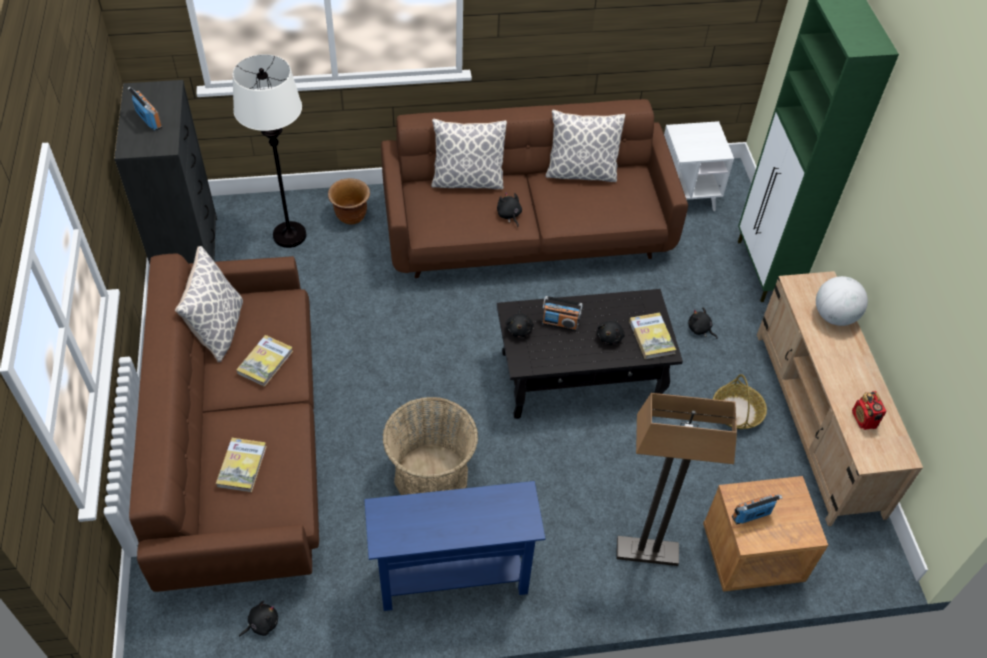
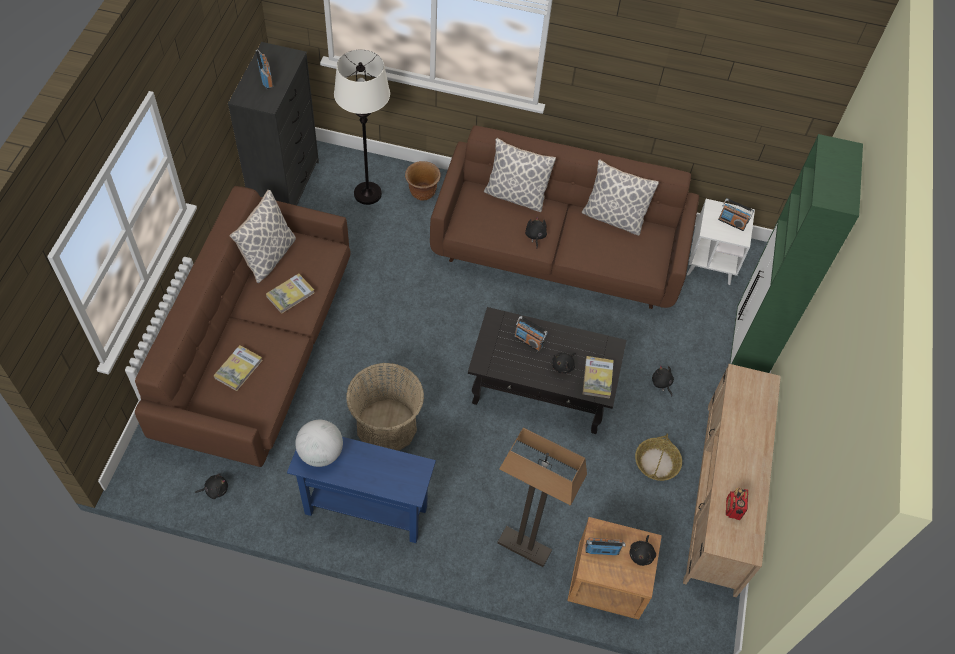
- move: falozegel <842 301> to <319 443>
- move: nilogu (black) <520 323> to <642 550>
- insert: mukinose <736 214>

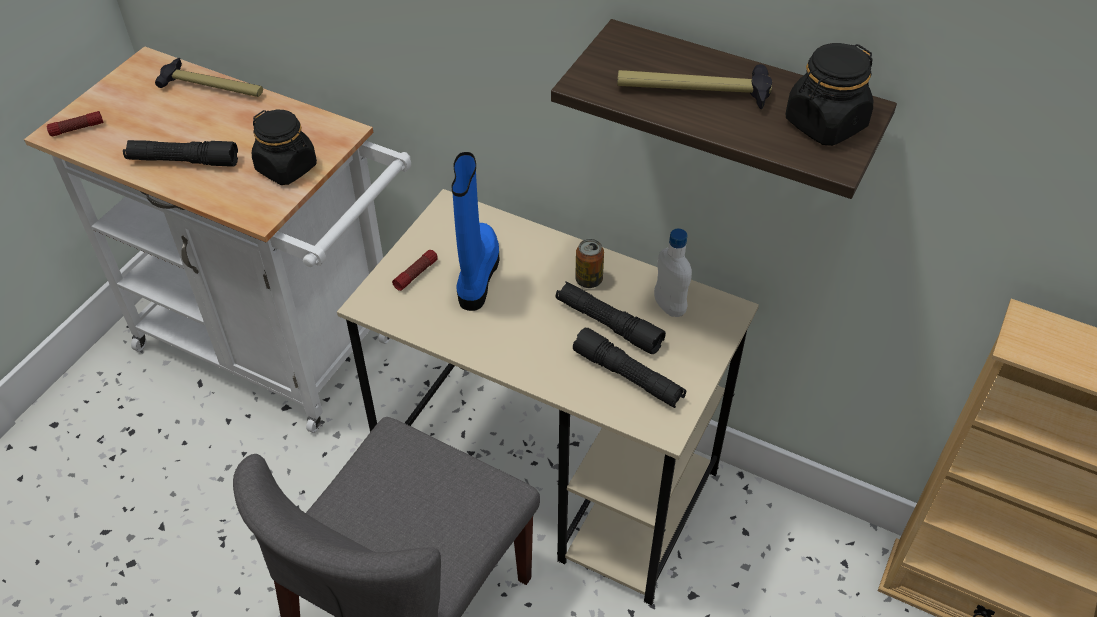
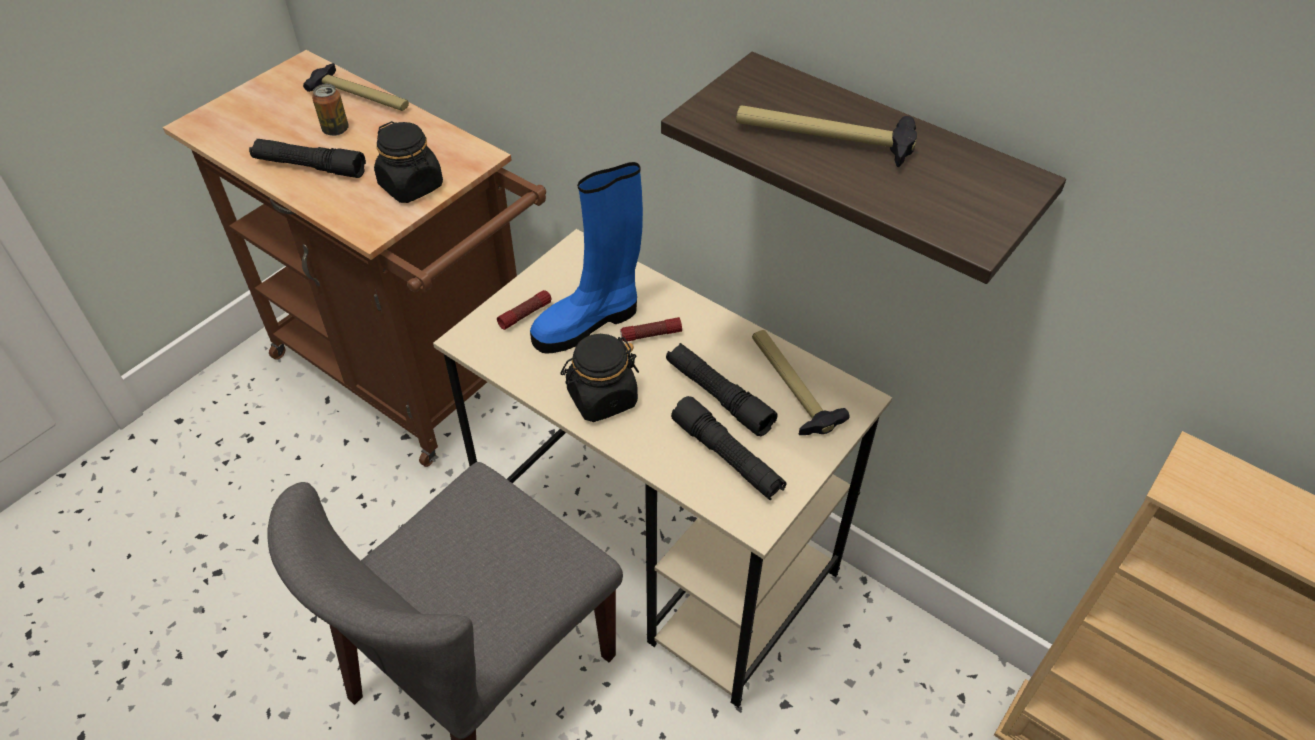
- recolor: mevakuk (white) <217 239> to mevakuk (brown) <354 258>
- move: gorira <589 263> to <330 110>
- rotate: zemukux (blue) <475 231> = <586 258> 135 degrees counterclockwise
- move: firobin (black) <829 94> to <599 378>
- move: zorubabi <74 124> to <651 329>
- replace: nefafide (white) <673 273> to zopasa <801 382>

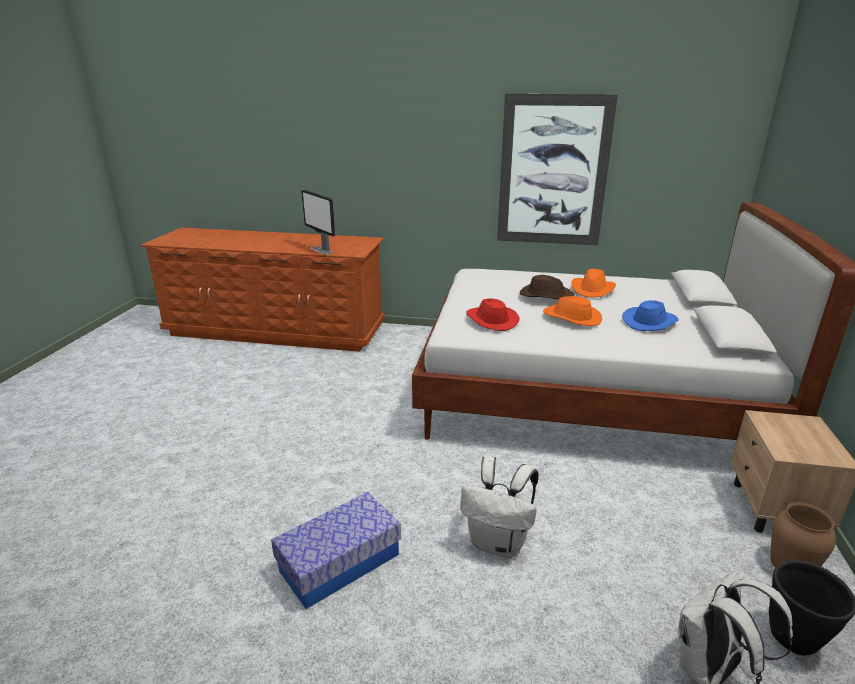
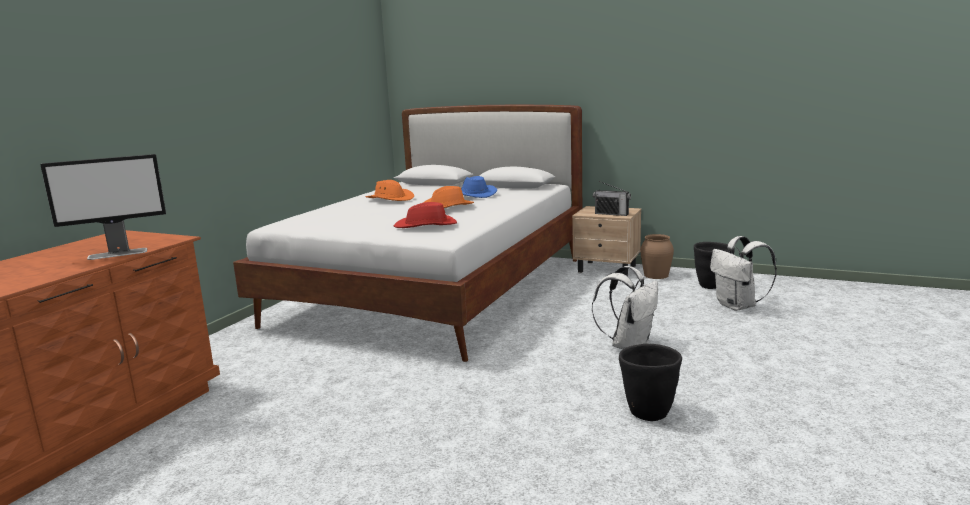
- insert: mukinose <612 198>
- replace: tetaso <336 550> to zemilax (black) <650 382>
- delete: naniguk <557 169>
- delete: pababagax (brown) <547 287>

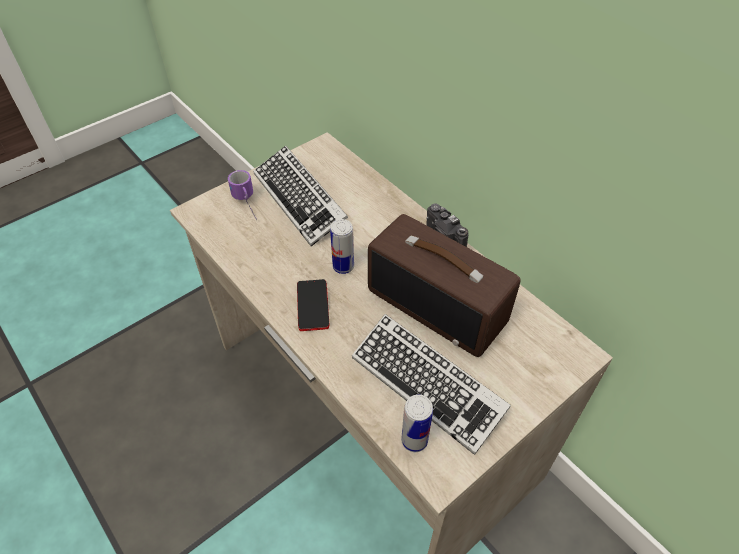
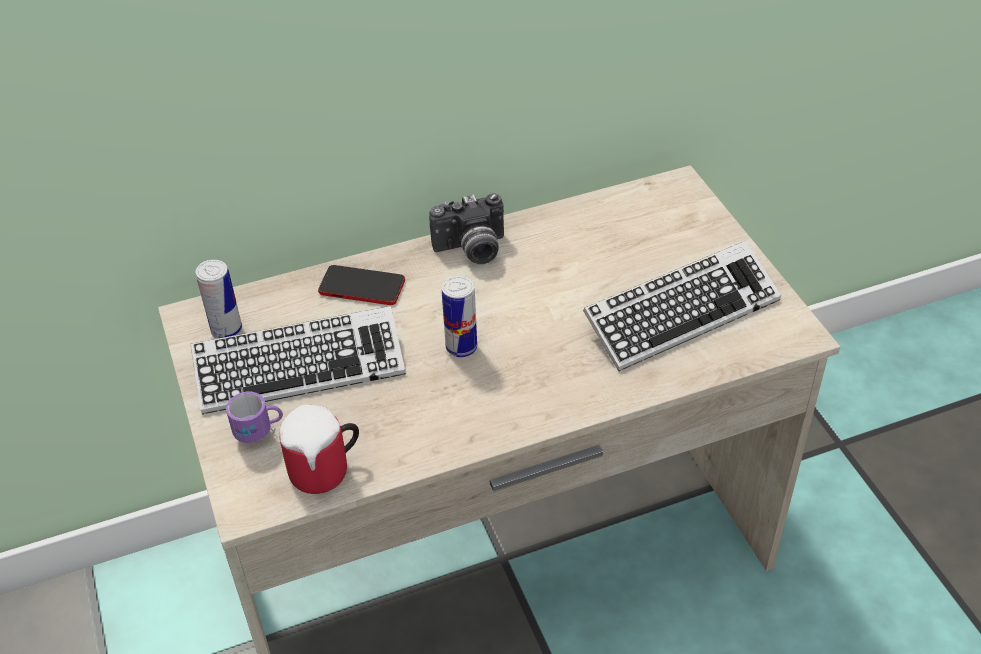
- move: gorira <417 423> to <218 299>
- insert: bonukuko <319 449>
- move: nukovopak <313 305> to <361 285>
- delete: mukinose <444 285>

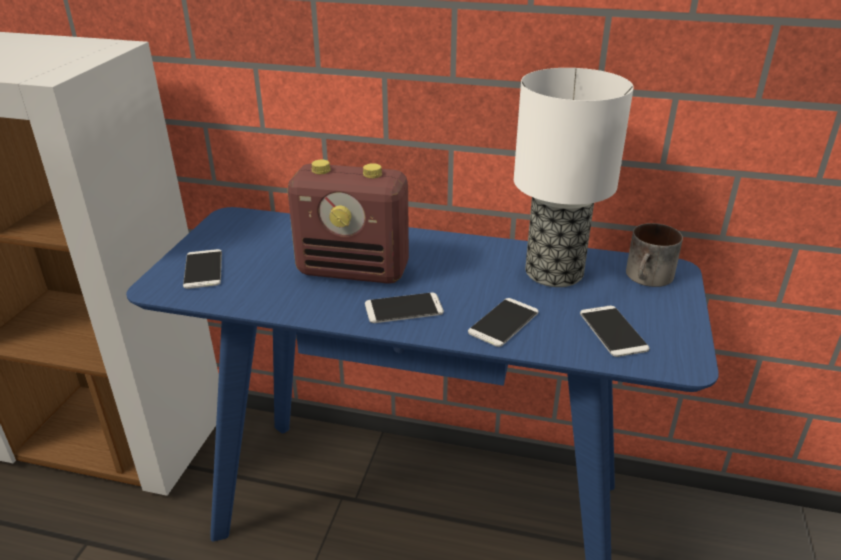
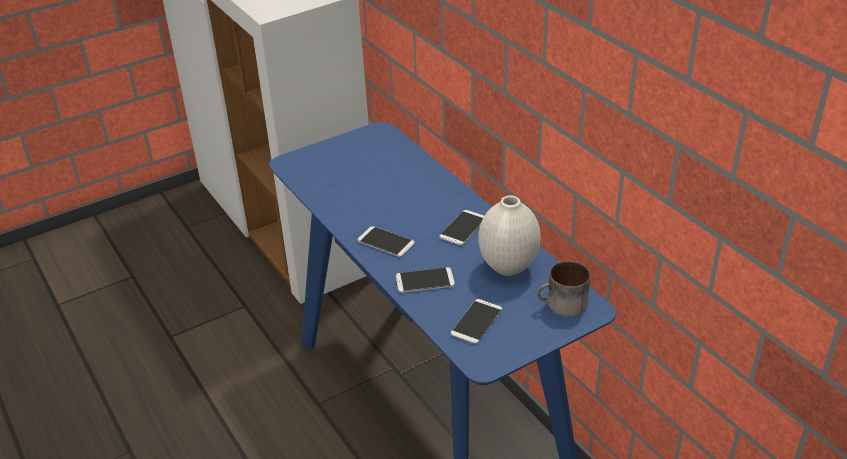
- move: nukovopak <202 269> to <462 227>
- replace: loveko <574 177> to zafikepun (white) <510 235>
- delete: mukinose <348 222>

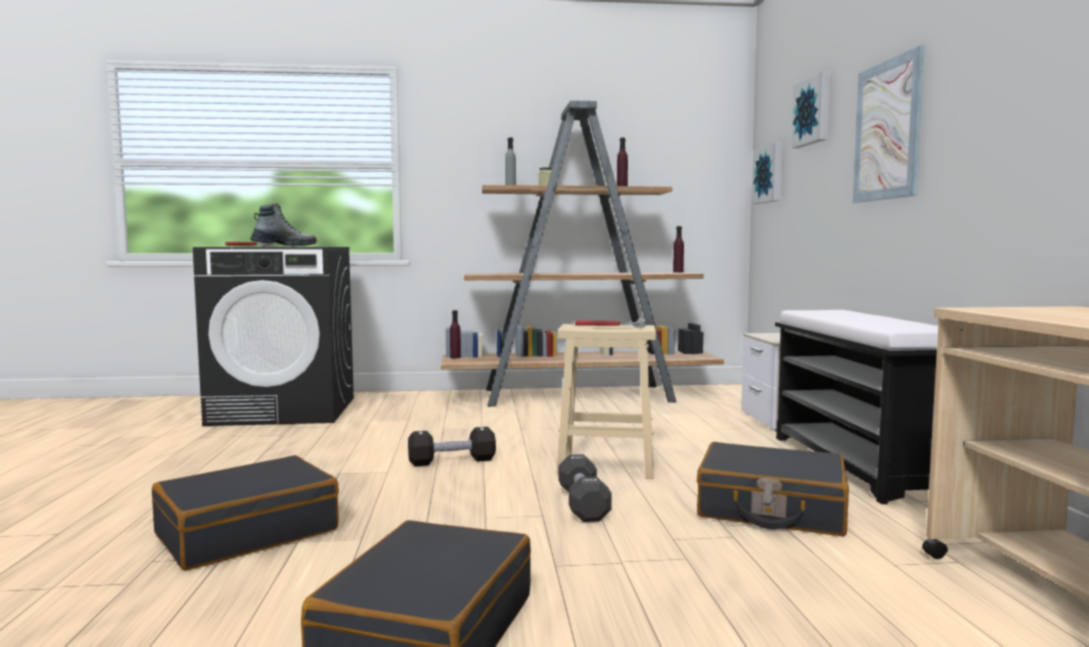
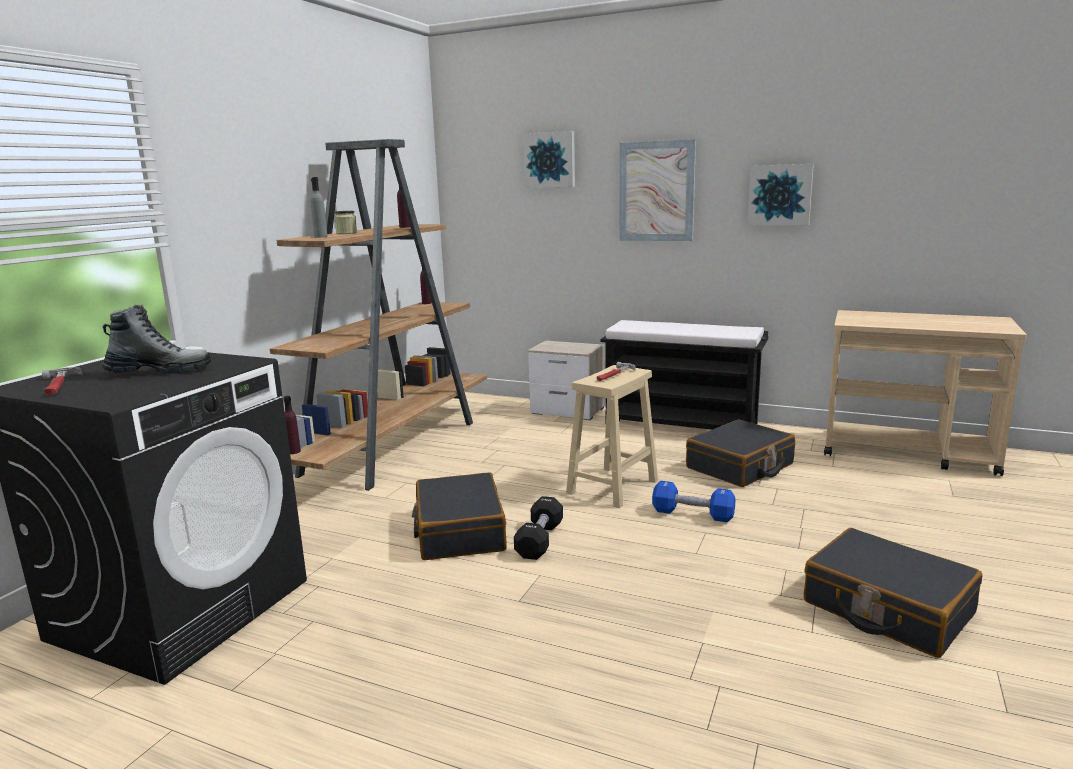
- rotate: zemukux <283 225> = <156 339> 75 degrees clockwise
- move: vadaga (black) <245 512> to <459 516>
- recolor: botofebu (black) <585 488> to botofebu (blue) <694 501>
- move: naniguk <767 173> to <781 195>

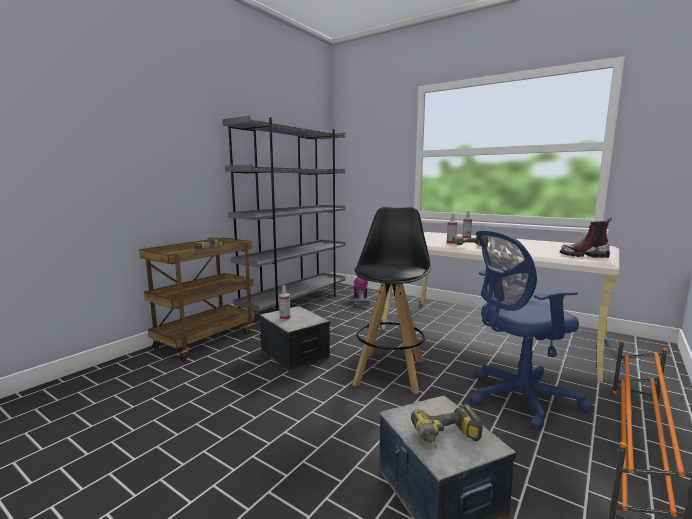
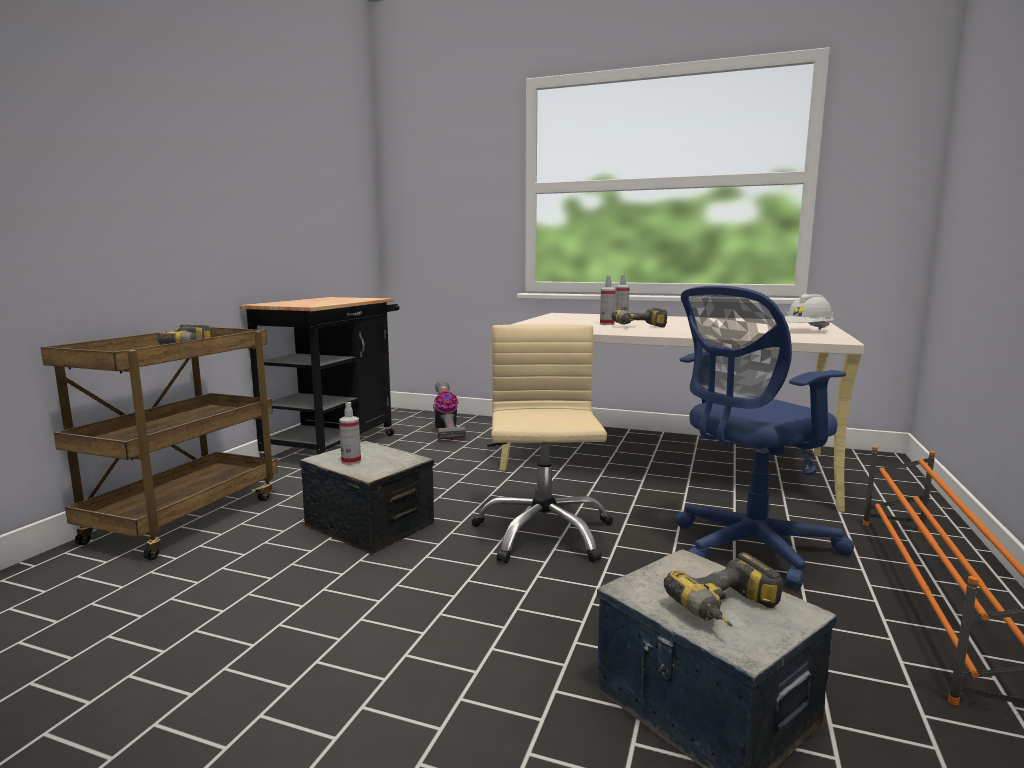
- replace: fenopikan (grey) <283 214> to mevakuk (black) <319 377>
- replace: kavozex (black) <391 300> to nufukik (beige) <542 444>
- replace: zemukux <586 238> to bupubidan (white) <809 311>

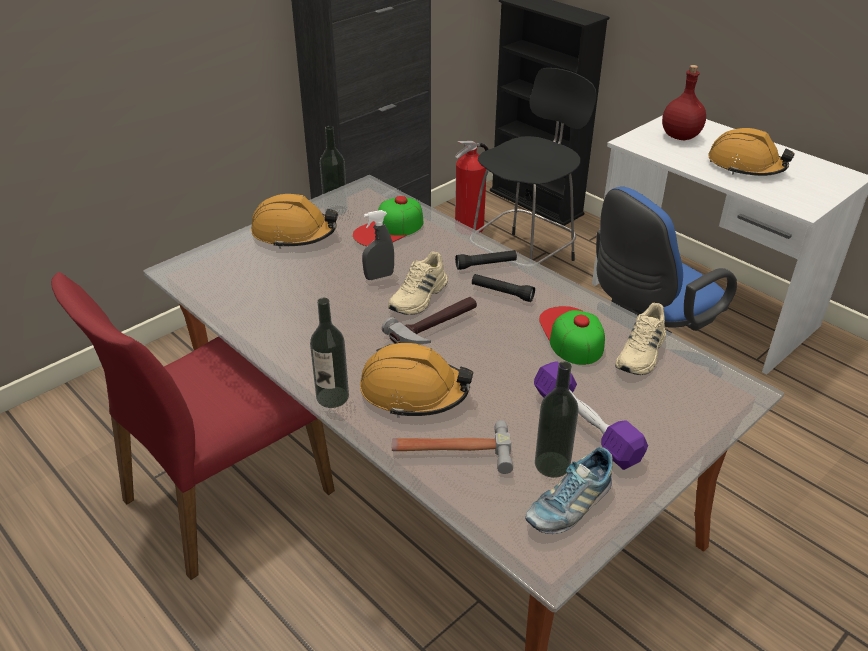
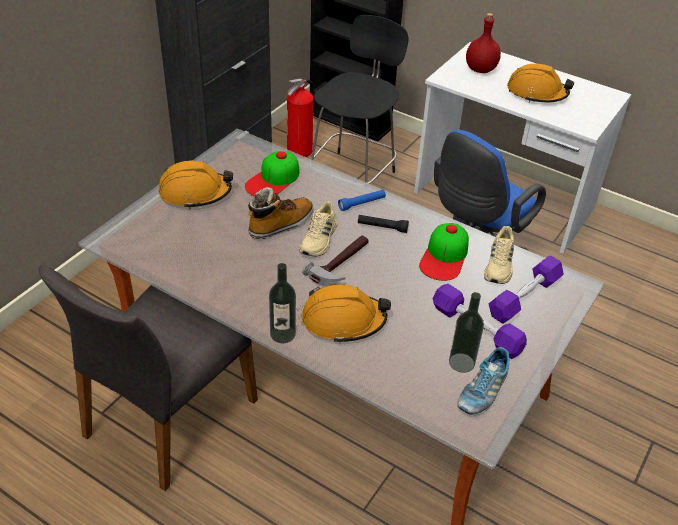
- recolor: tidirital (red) <193 426> to tidirital (grey) <148 377>
- replace: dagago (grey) <378 245> to zemukux <280 213>
- recolor: zorubabi (black) <486 260> to zorubabi (blue) <362 200>
- rotate: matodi <572 335> = <444 252> 135 degrees counterclockwise
- insert: botofebu (purple) <526 290>
- delete: nefafide <334 170>
- delete: zopasa <452 447>

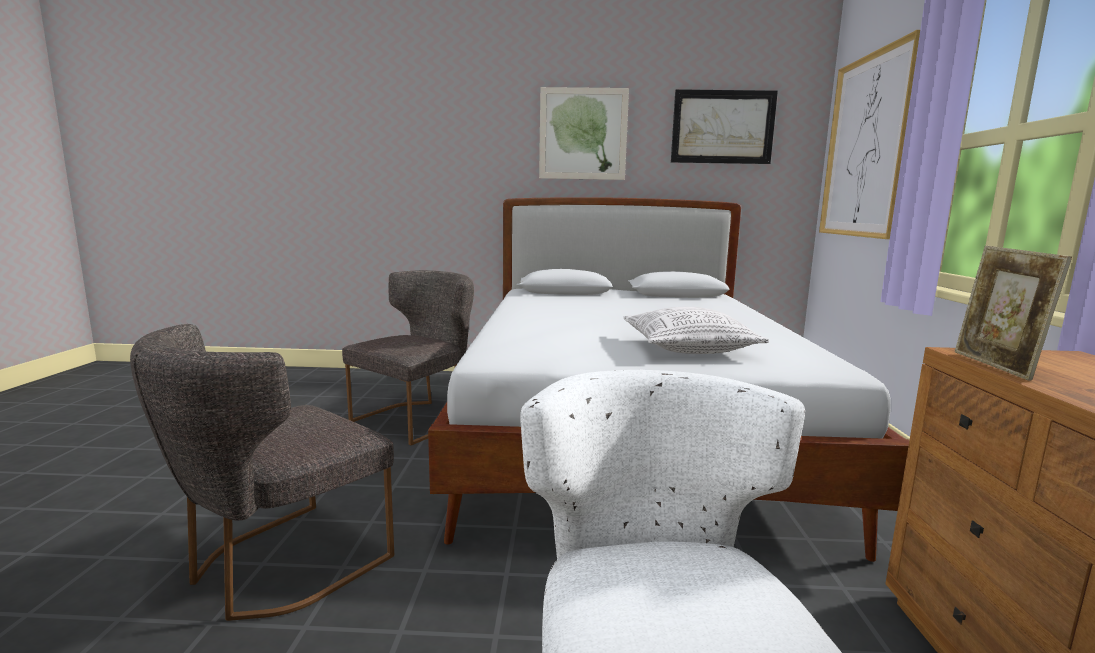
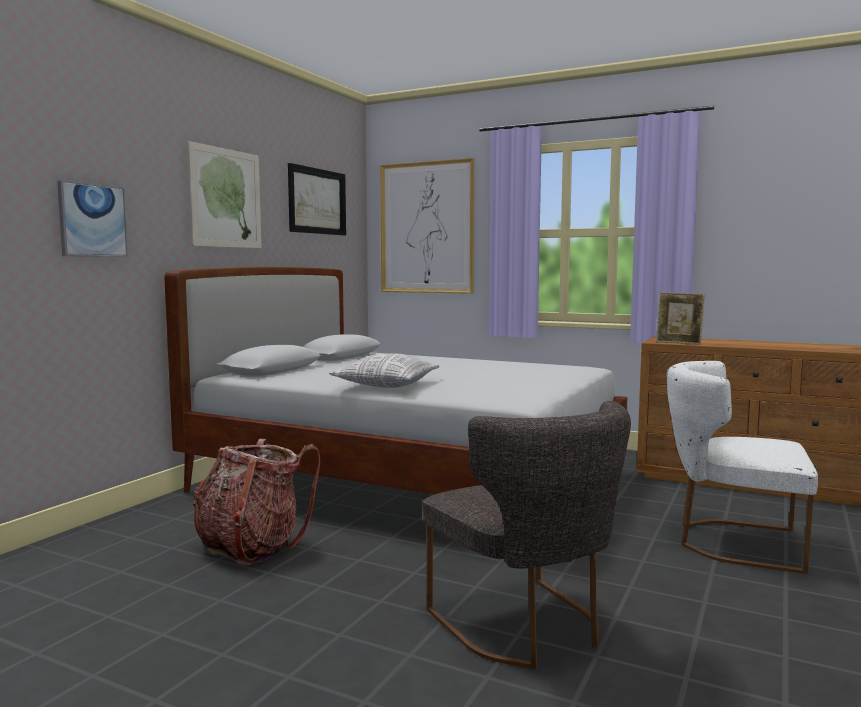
- insert: naniguk <92 218>
- replace: tidirital (grey) <408 358> to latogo <256 502>
- move: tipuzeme <696 330> to <384 370>

